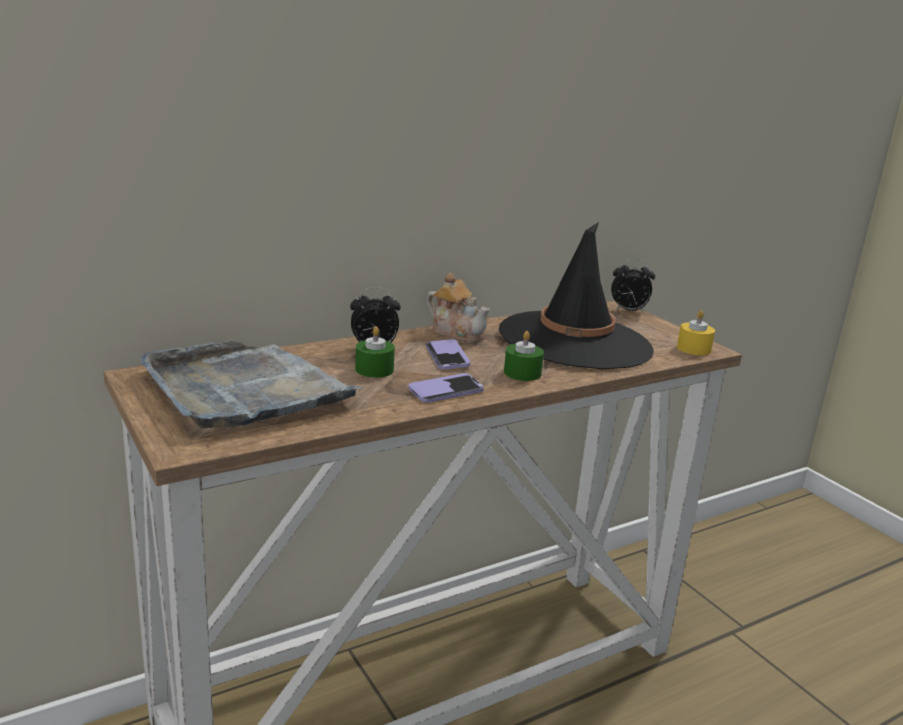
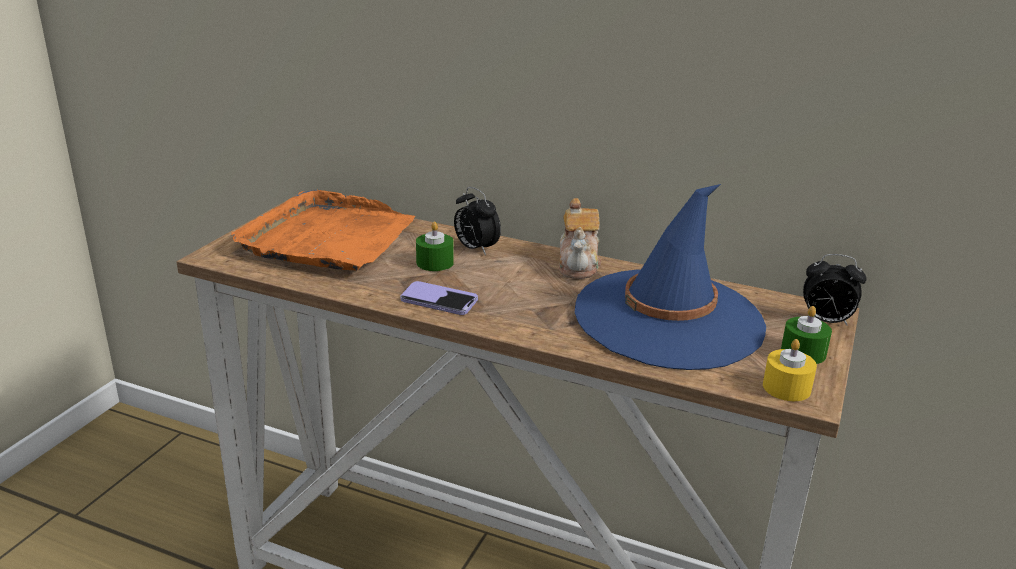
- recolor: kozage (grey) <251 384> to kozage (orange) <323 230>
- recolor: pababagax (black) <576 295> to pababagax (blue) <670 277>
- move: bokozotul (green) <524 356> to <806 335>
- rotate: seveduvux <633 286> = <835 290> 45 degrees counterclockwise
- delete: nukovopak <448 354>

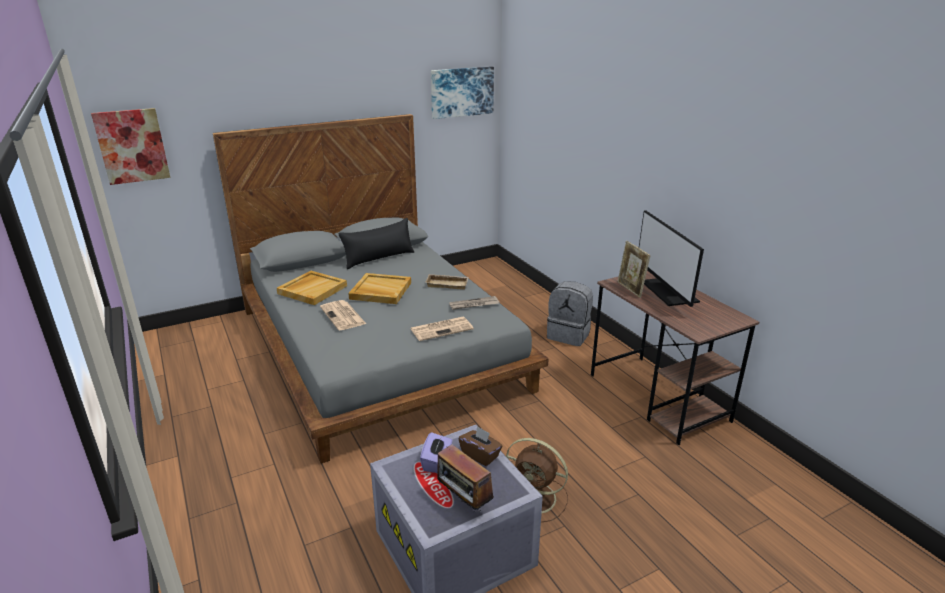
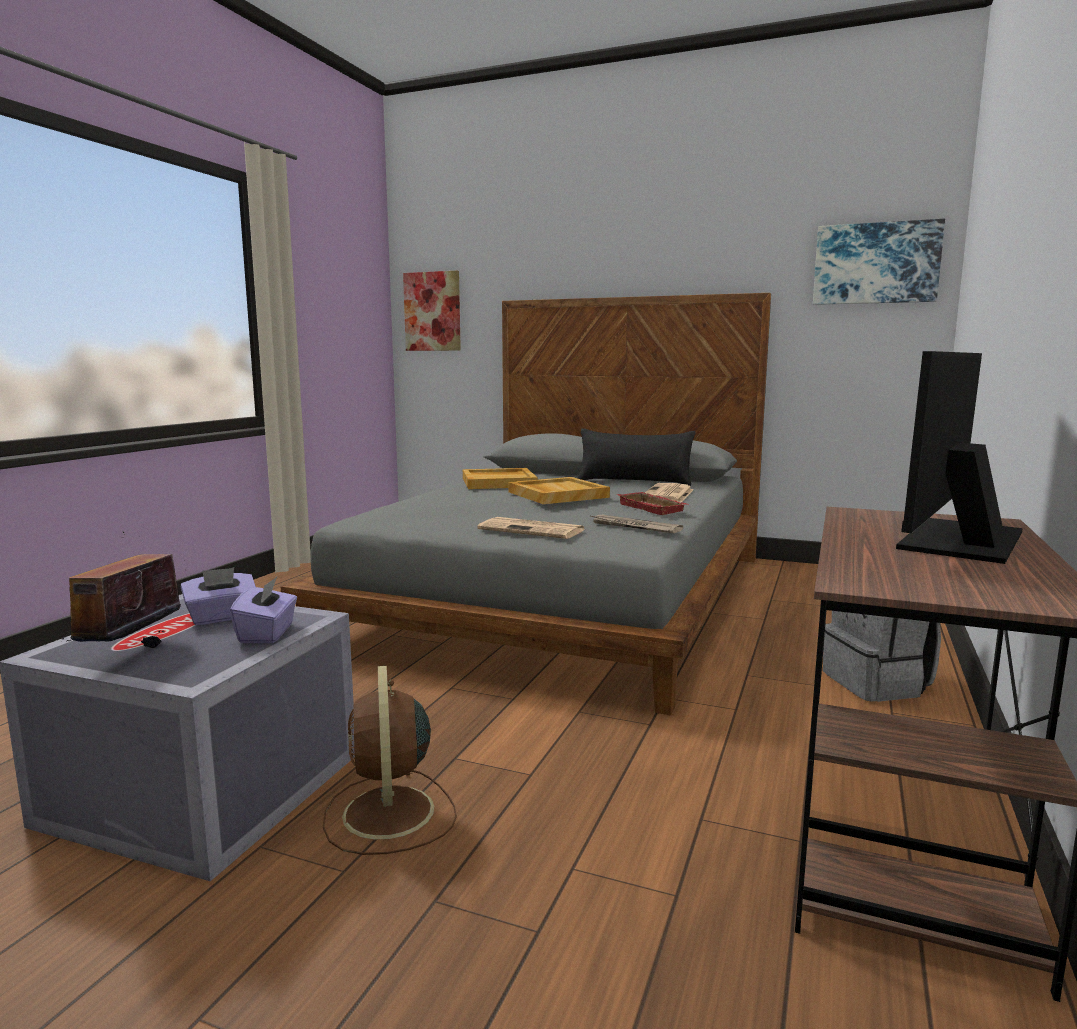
- recolor: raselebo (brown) <480 446> to raselebo (purple) <263 610>
- recolor: kozage (beige) <447 282> to kozage (red) <652 503>
- move: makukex <343 315> to <669 492>
- delete: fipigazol <634 269>

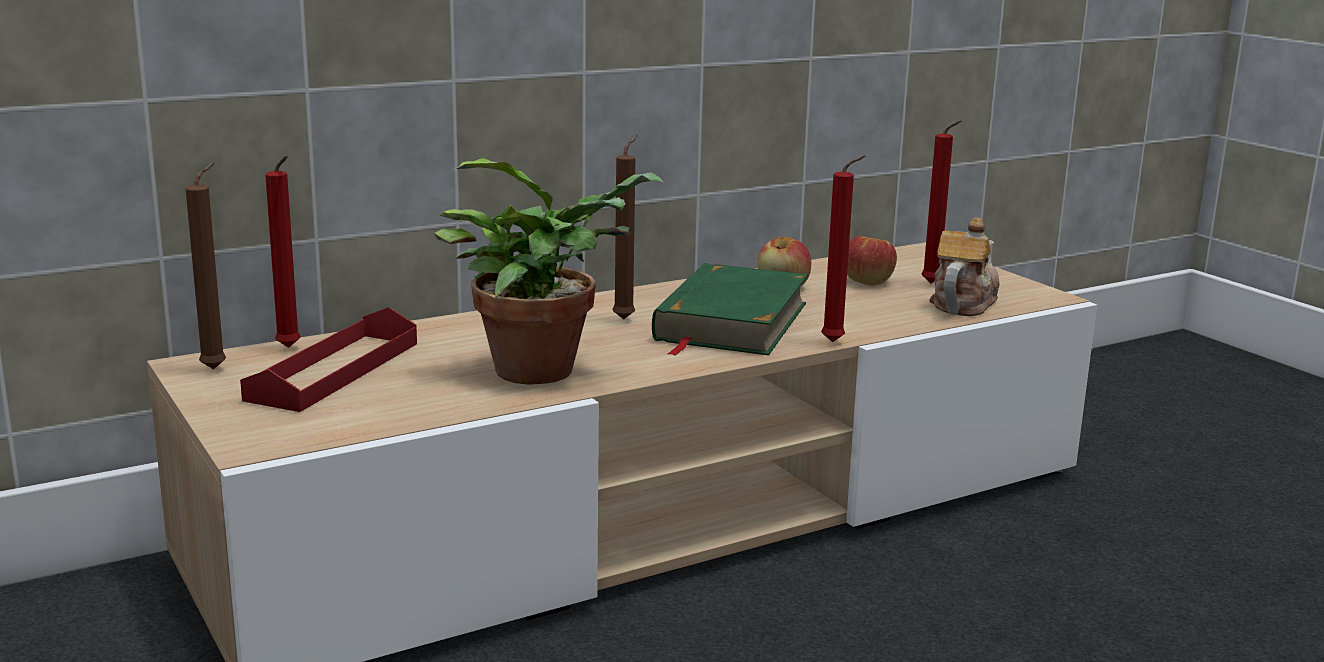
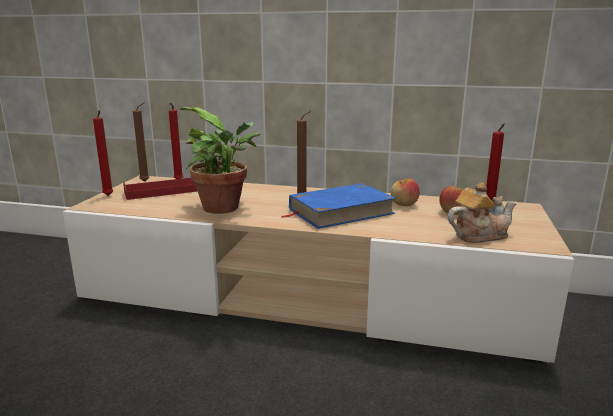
- move: bokozotul (red) <843 248> to <103 153>
- recolor: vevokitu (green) <730 309> to vevokitu (blue) <339 206>

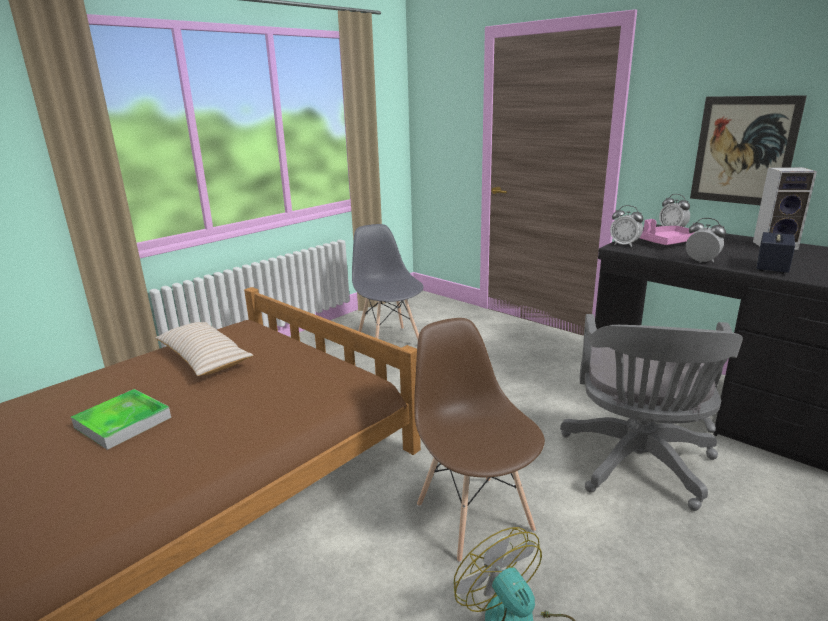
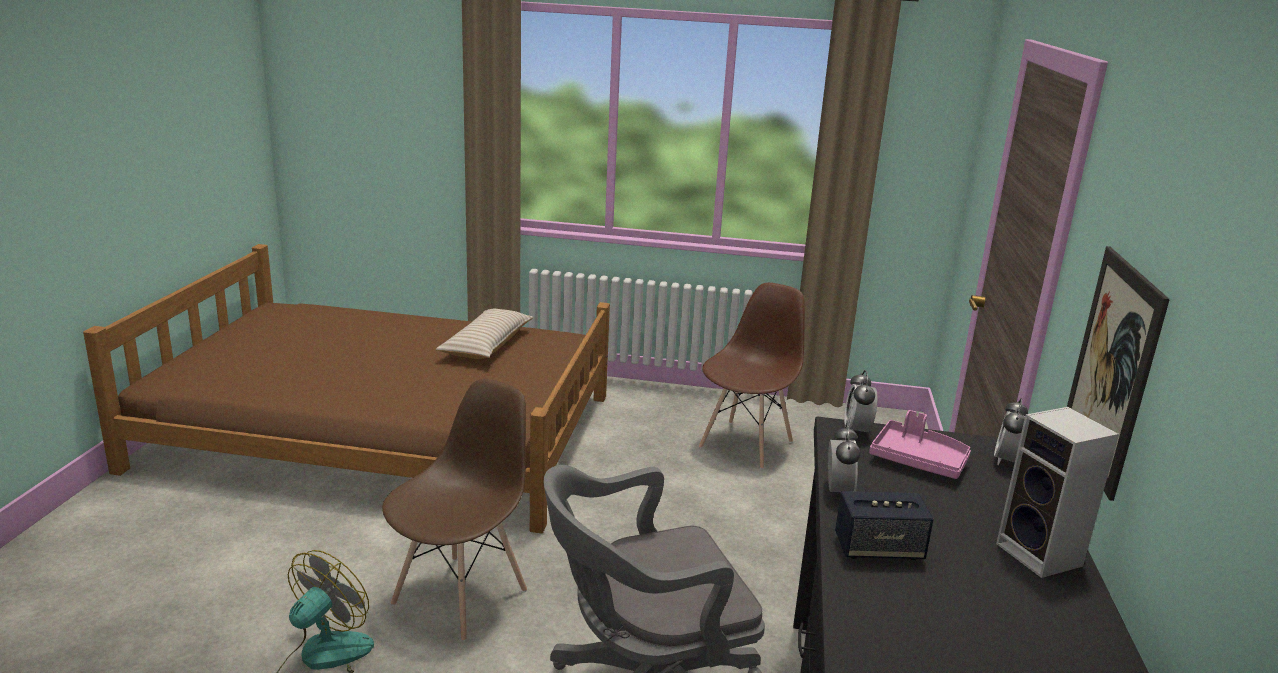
- recolor: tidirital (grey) <388 281> to tidirital (brown) <752 376>
- delete: kozage <121 419>

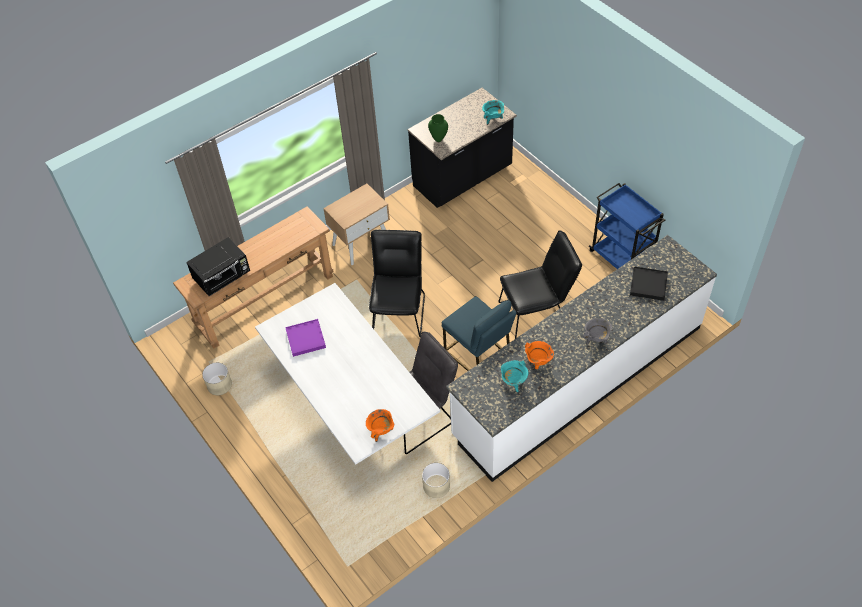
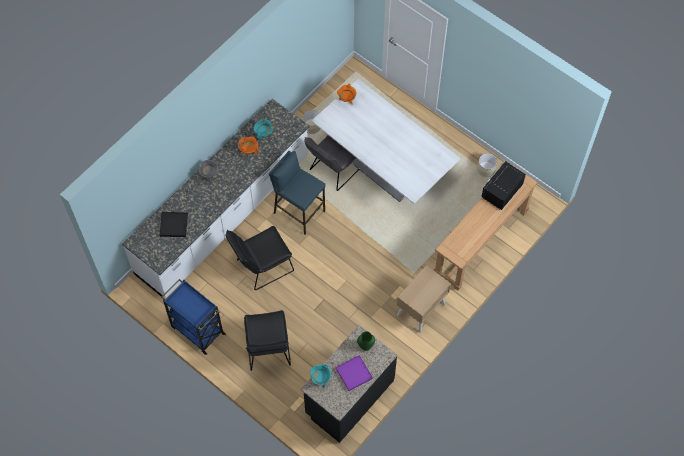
- move: tidirital (black) <397 283> to <267 340>
- move: kozage (purple) <305 338> to <354 373>

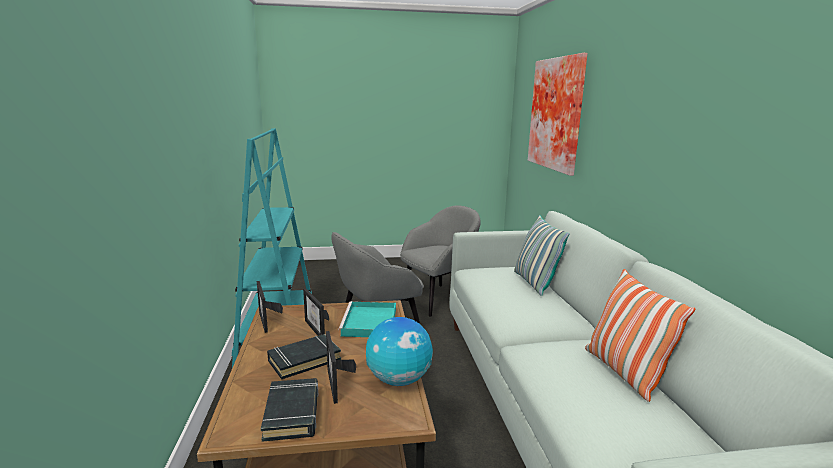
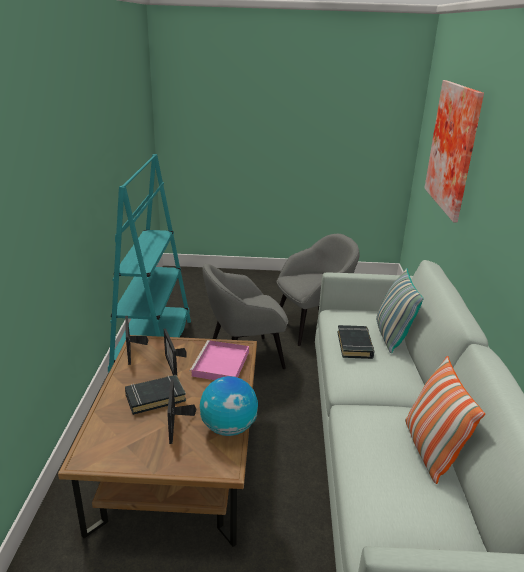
- recolor: kozage (turquoise) <367 319> to kozage (pink) <219 360>
- move: vevokitu (black) <289 410> to <355 342>

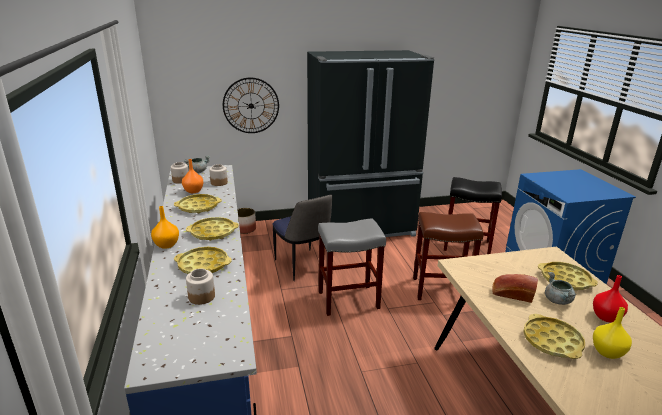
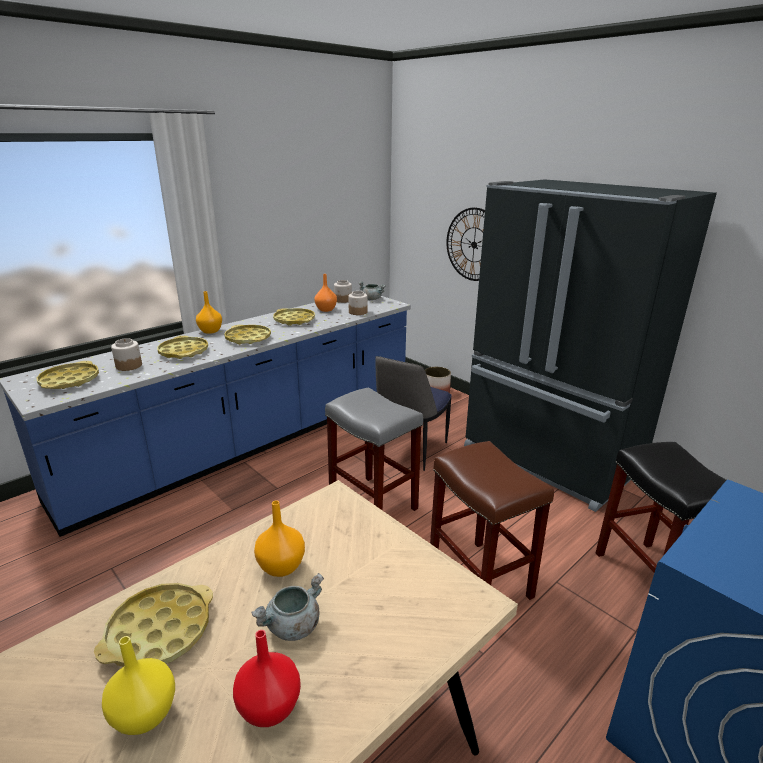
- move: kozage (yellow) <568 276> to <67 375>
- replace: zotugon <515 288> to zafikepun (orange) <279 538>

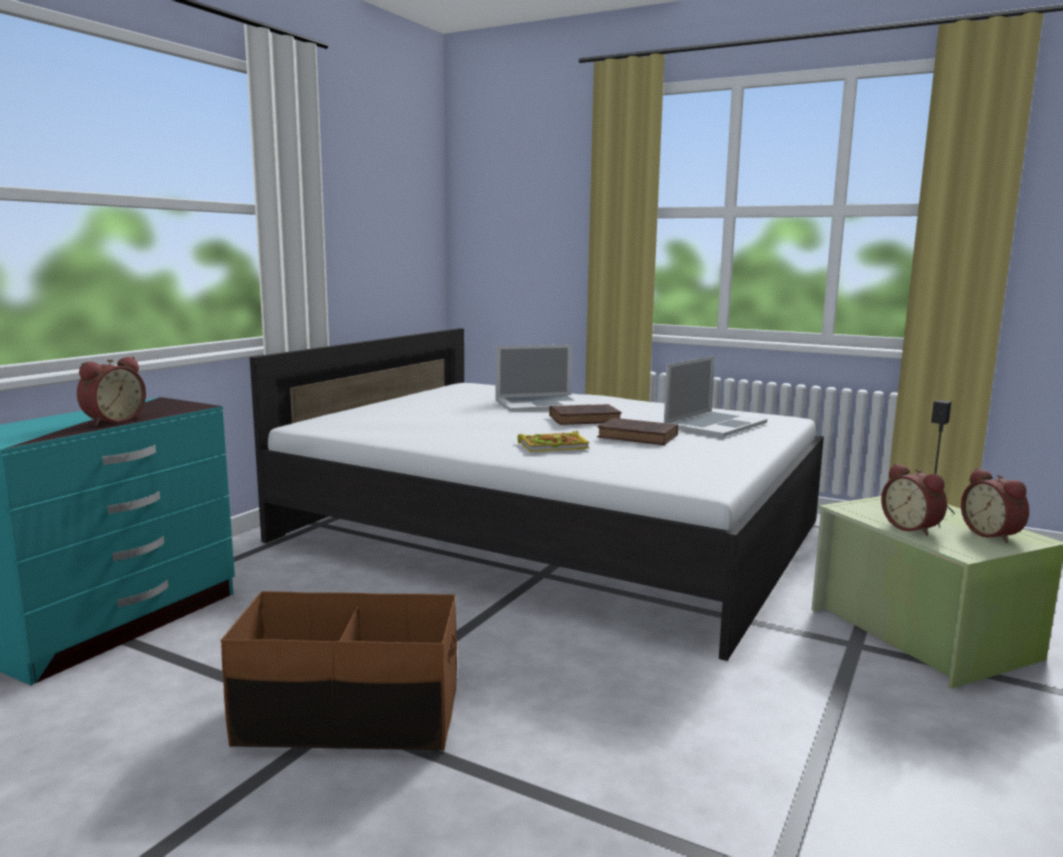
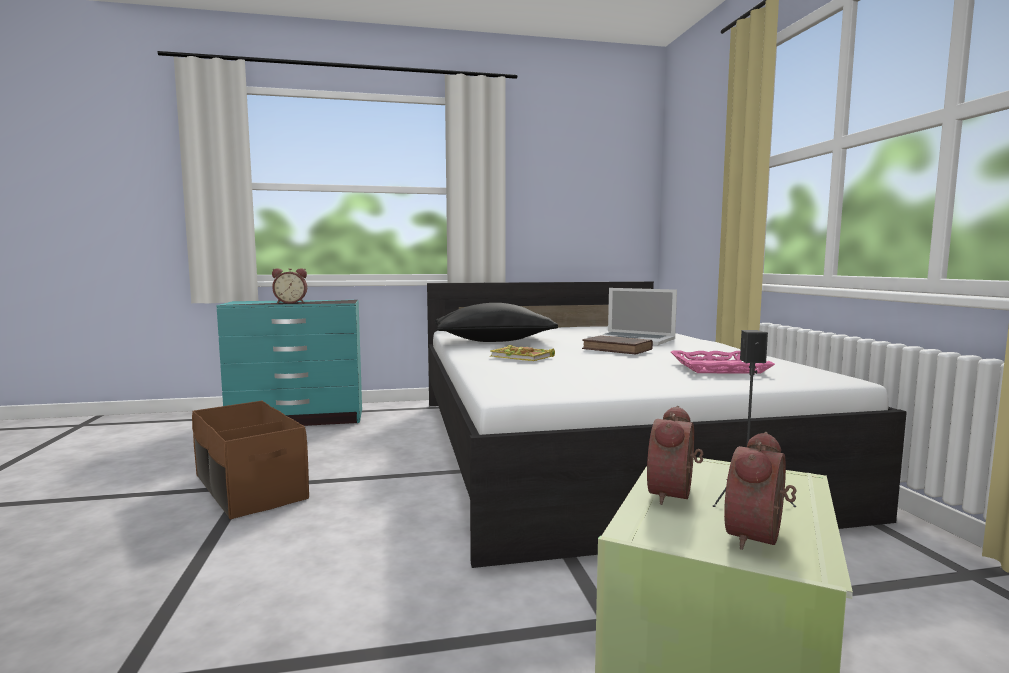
- insert: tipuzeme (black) <496 322>
- replace: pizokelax <715 396> to kozage (pink) <723 362>
- delete: vevokitu (brown) <637 431>

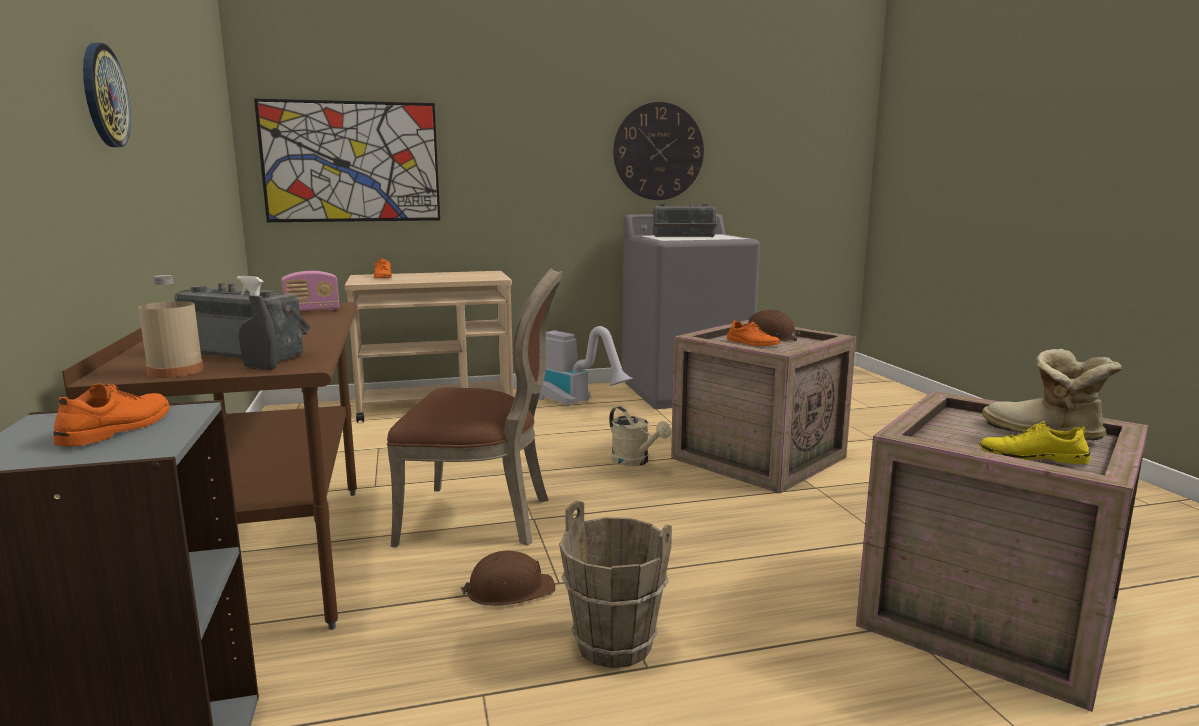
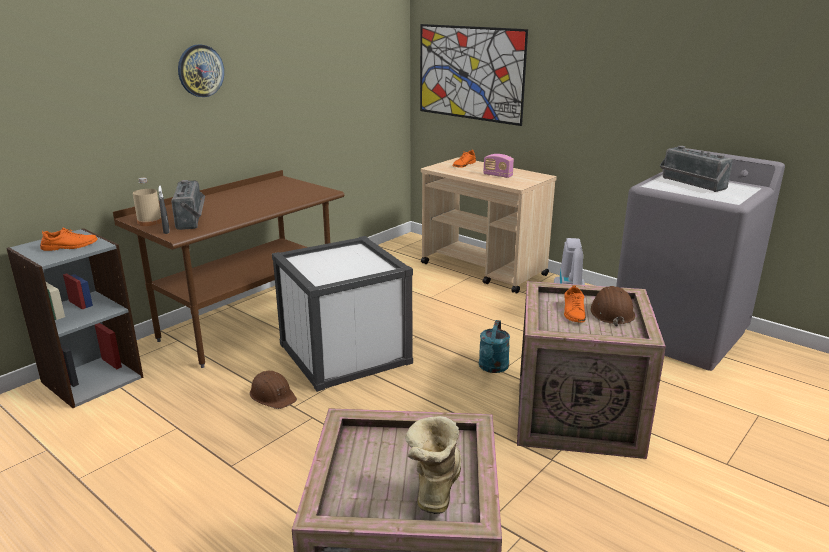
- replace: tidirital (brown) <474 408> to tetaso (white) <342 314>
- recolor: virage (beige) <640 436> to virage (turquoise) <494 346>
- move: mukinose <310 291> to <498 166>
- delete: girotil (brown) <615 584>
- delete: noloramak <658 151>
- delete: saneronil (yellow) <1034 442>

